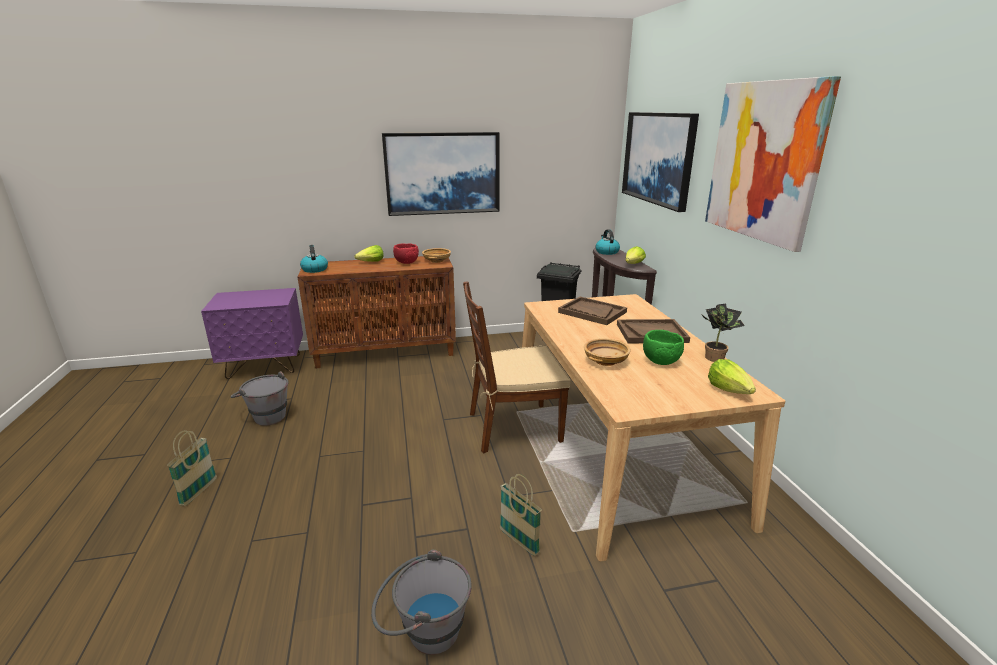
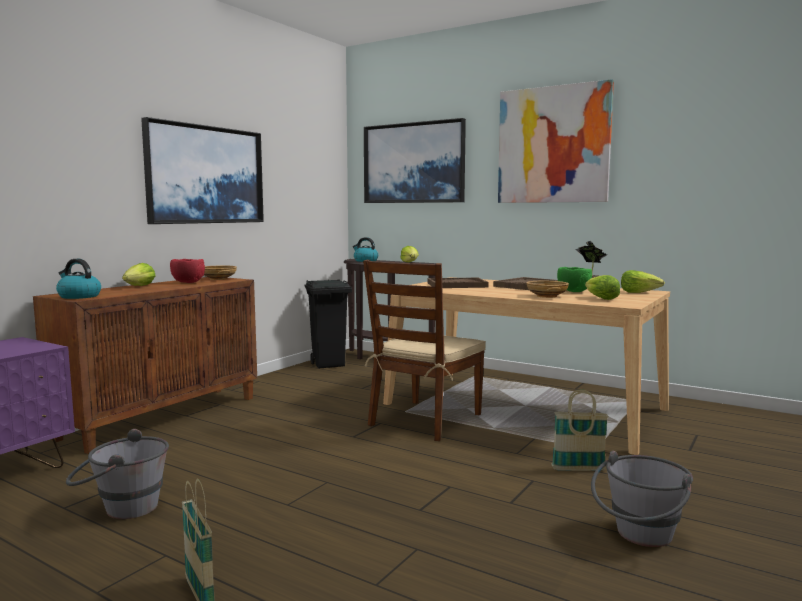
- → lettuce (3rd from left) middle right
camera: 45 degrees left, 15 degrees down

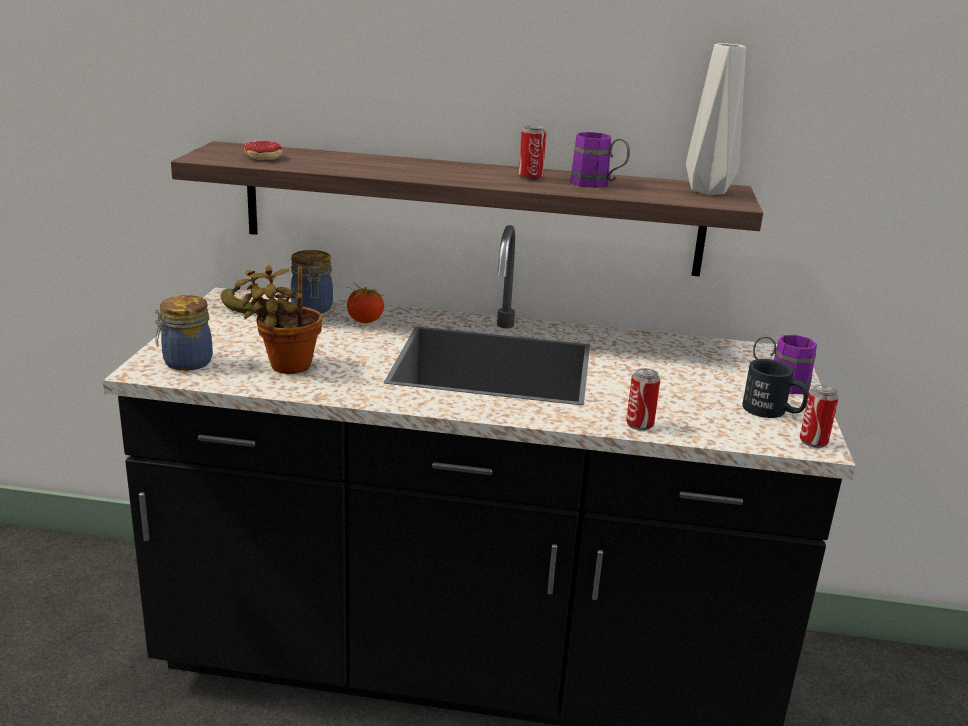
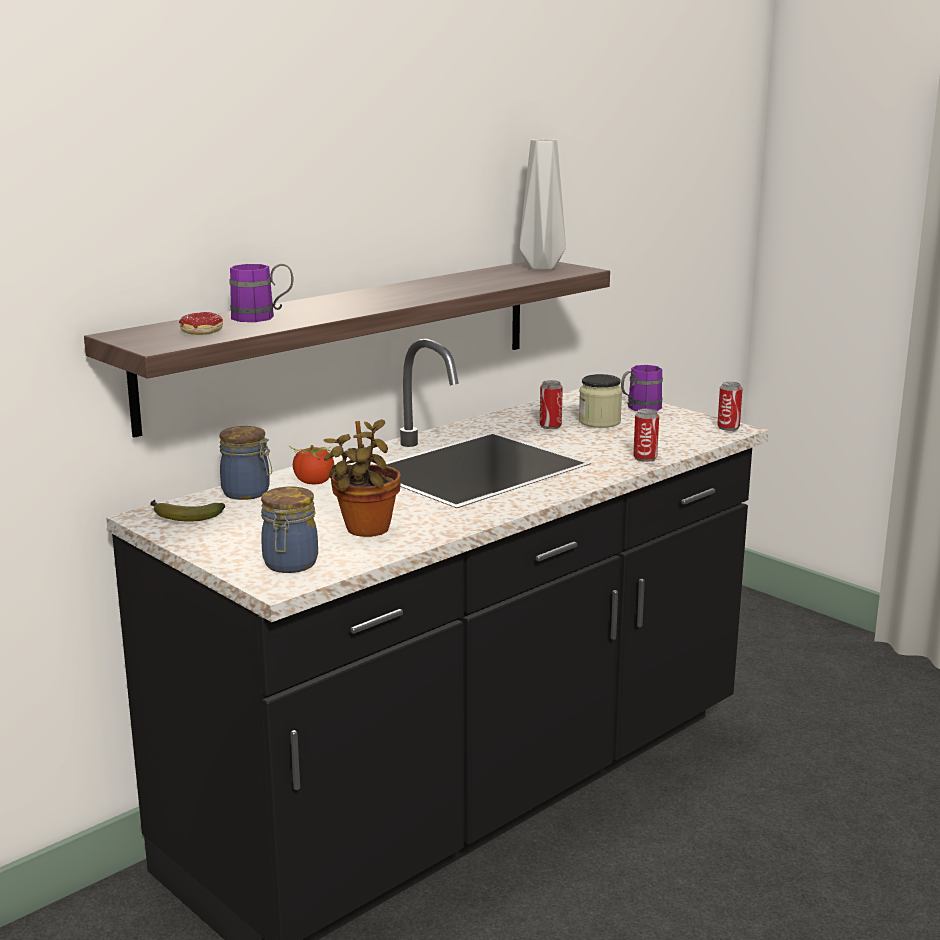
purple_mug (1st from left) top centre → purple_mug (1st from left) top left, move
can (1st from left) top centre → can (1st from left) centre, move
- → jar (3rd from left) centre
black_mug middle right → -
camera: 50 degrees left, 5 degrees down

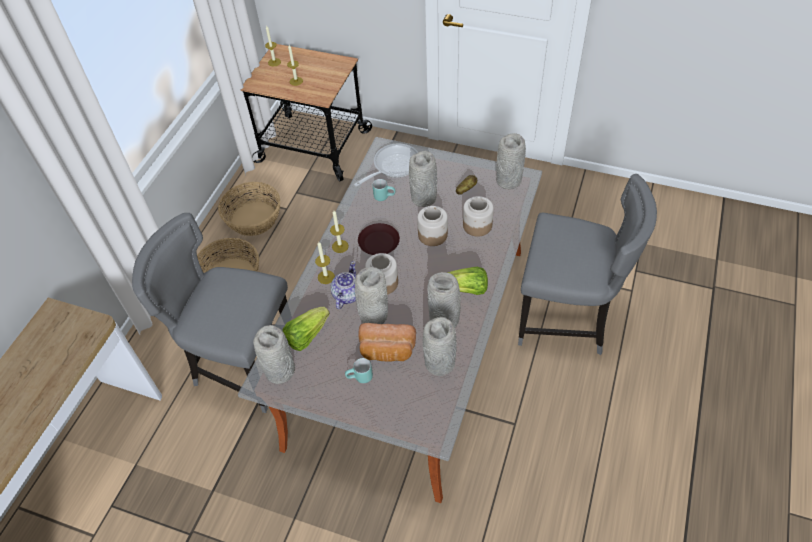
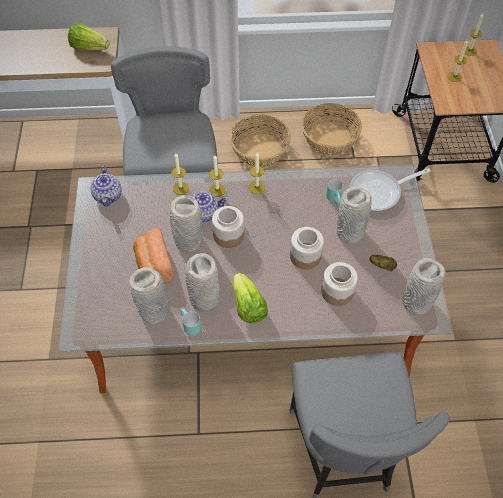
lettuce (1st from left) centre → lettuce (1st from left) top left, move
grey_vase (1st from left) centre → teapot (1st from left) middle left
- → candle (1st from left) centre
turquoise_mug (1st from left) bottom centre → turquoise_mug (1st from left) centre, move
frying_pan top centre → frying_pan middle right, 135 degrees clockwise
brown_plate centre → -
camera: 65 degrees right, 5 degrees up

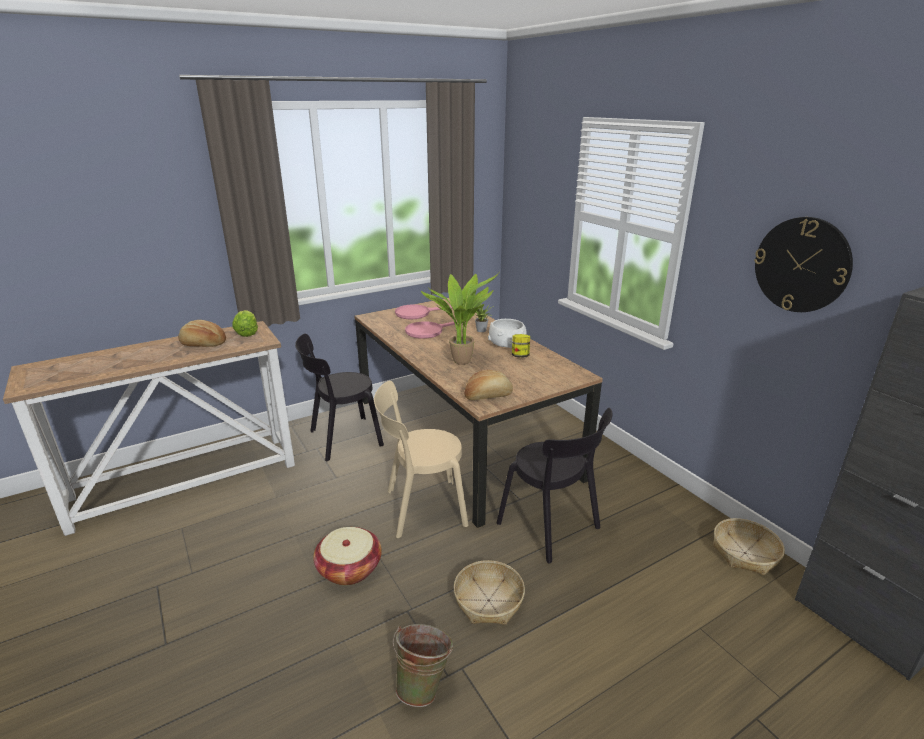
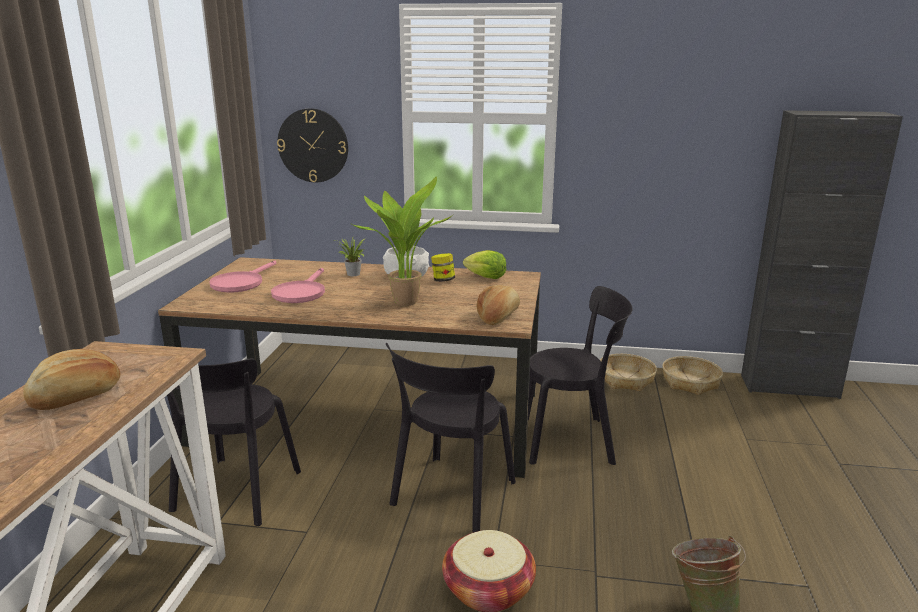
wall_clock middle right → wall_clock top centre, move
beige_chair centre → black_chair (2nd from left) bottom centre
lettuce middle left → lettuce centre, move
basket (2nd from left) bottom centre → basket (2nd from left) middle right, move
camera: 50 degrees left, 5 degrees down

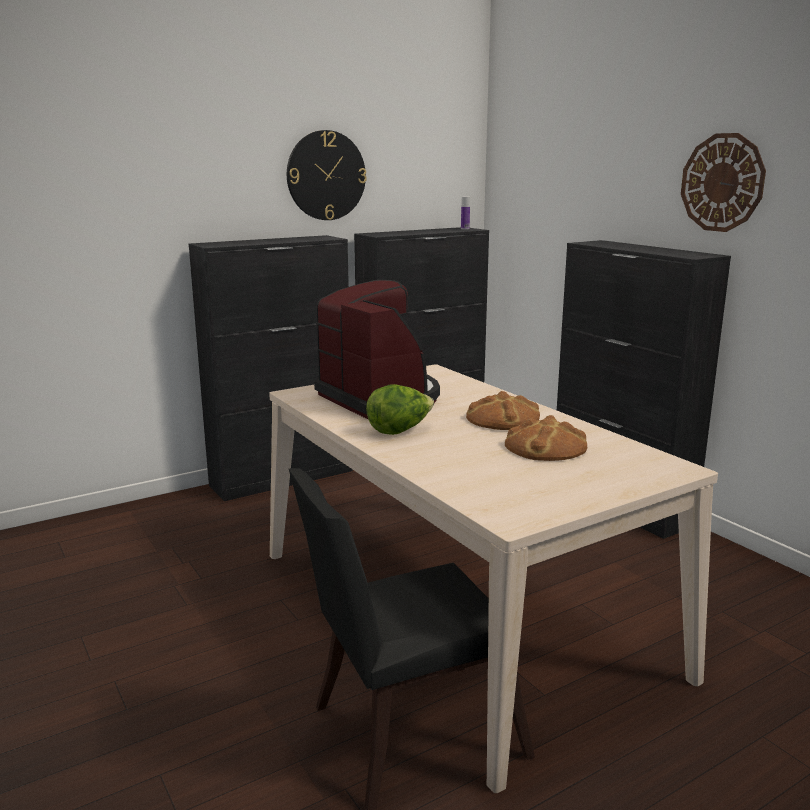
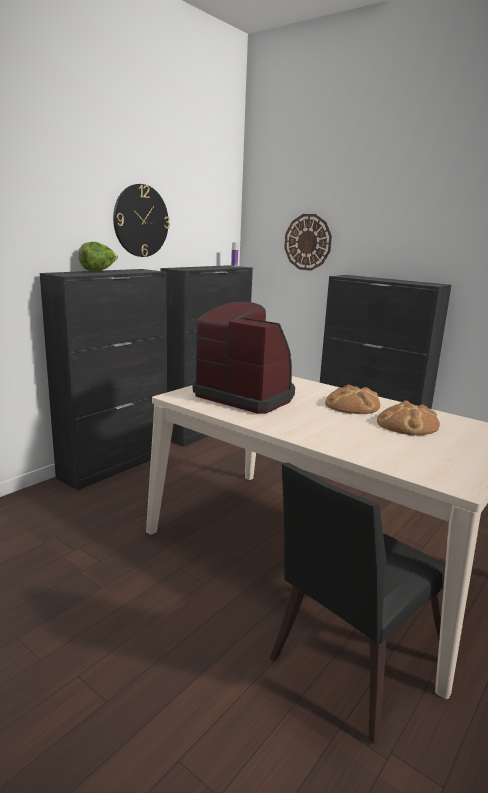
lettuce centre → lettuce top left, move
wall_clock (2nd from left) top right → wall_clock (2nd from left) top centre, move
camera: 20 degrees left, 0 degrees up

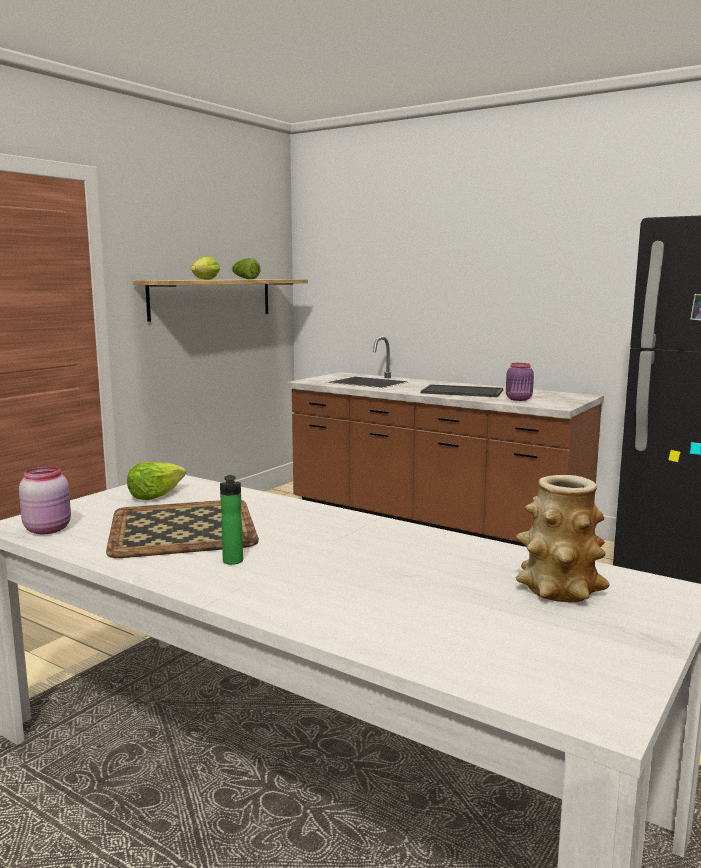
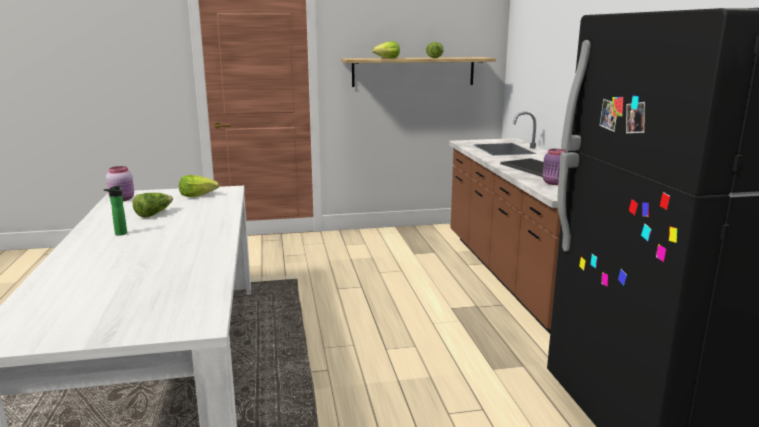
tray (1st from left) middle left → lettuce (1st from left) middle left
vase middle right → -
camera: 45 degrees right, 5 degrees up

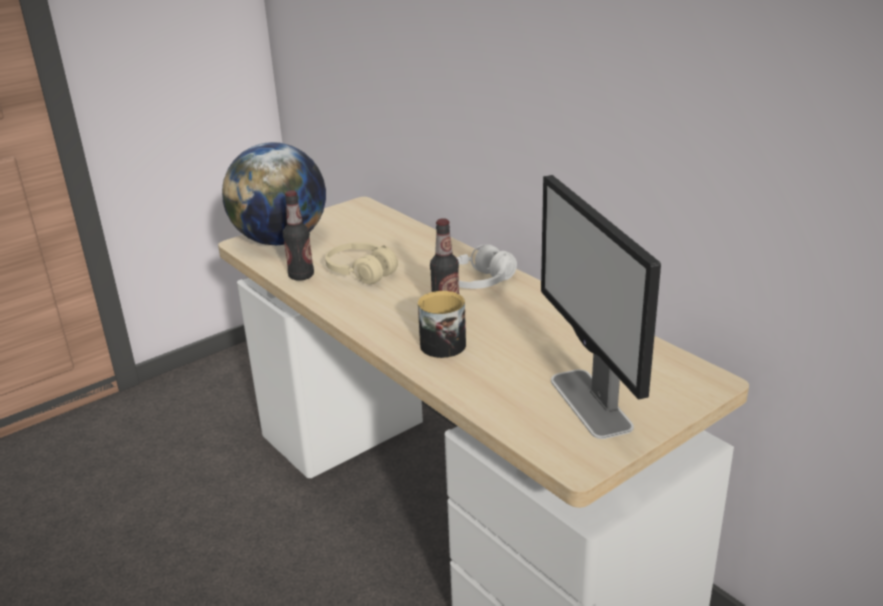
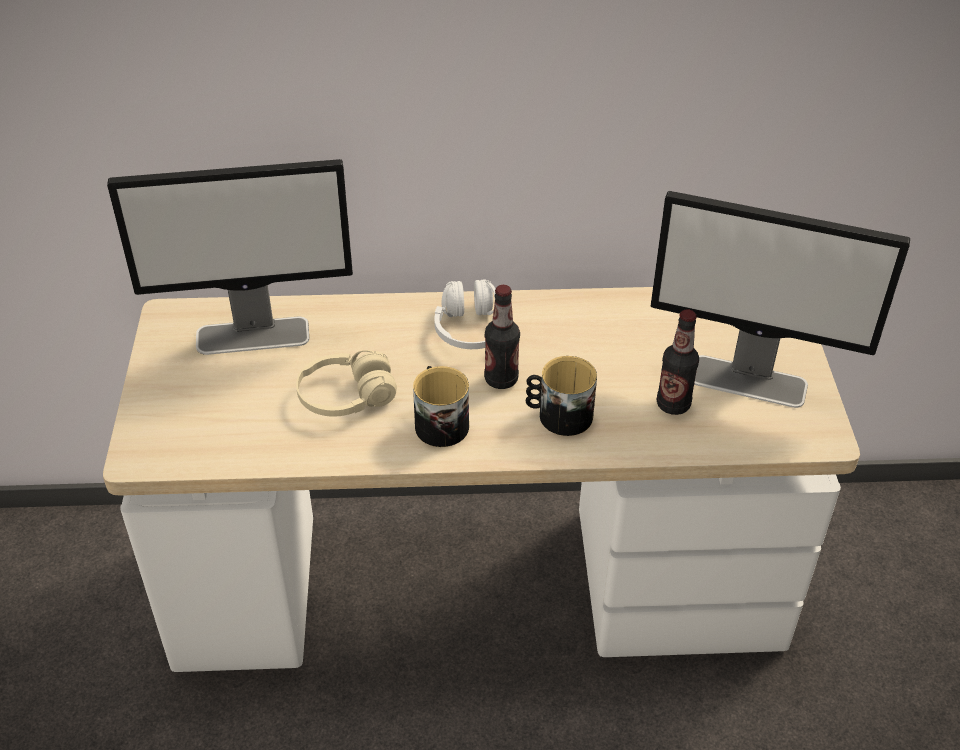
- → monitor (1st from left) middle left
- → mug (1st from left) centre
bottle (1st from left in the first image) centre → bottle (2nd from left) middle right, move
globe top left → -
camera: 55 degrees left, 15 degrees up

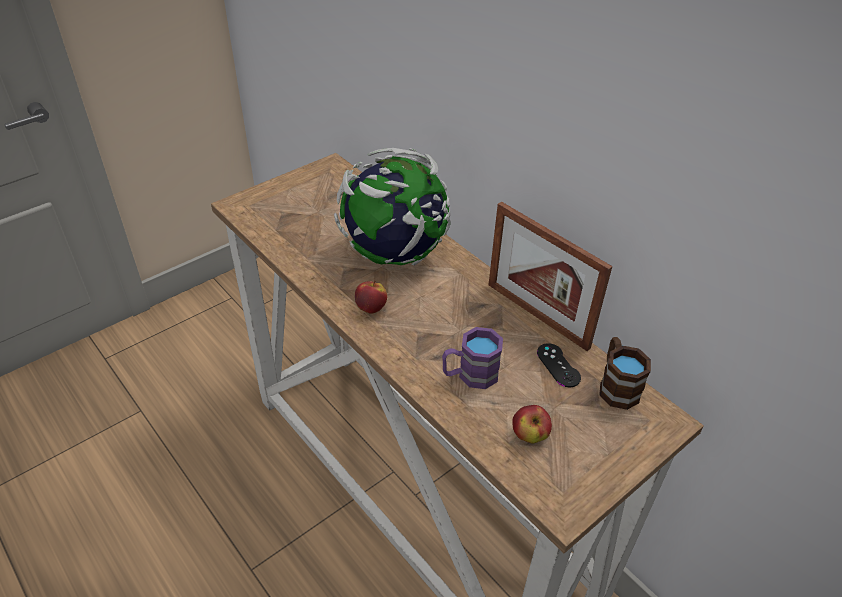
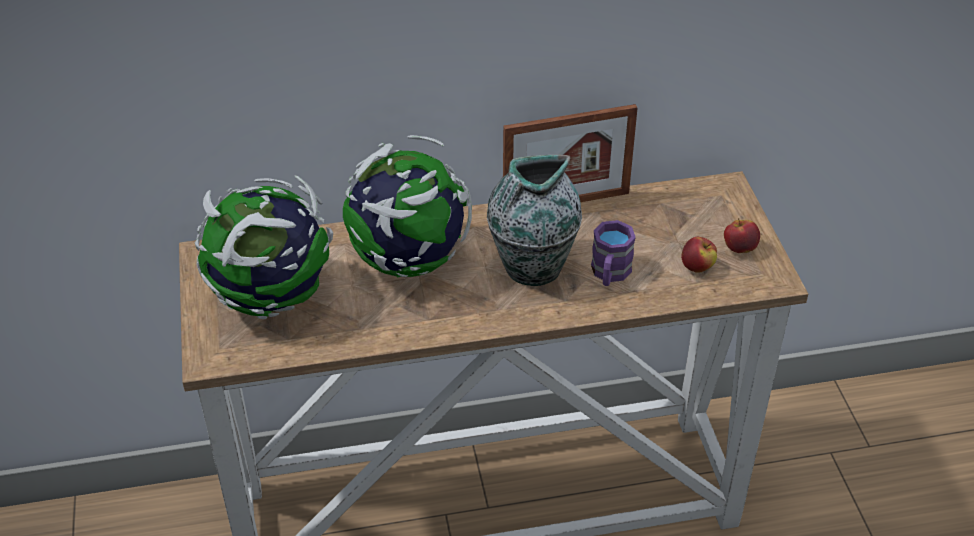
- → globe (1st from left) middle left
- → vase centre
apple (1st from left in the first image) centre → apple (2nd from left) middle right, move
black_game_controller centre → -
brown_mug middle right → -
camera: 60 degrees left, 0 degrees up

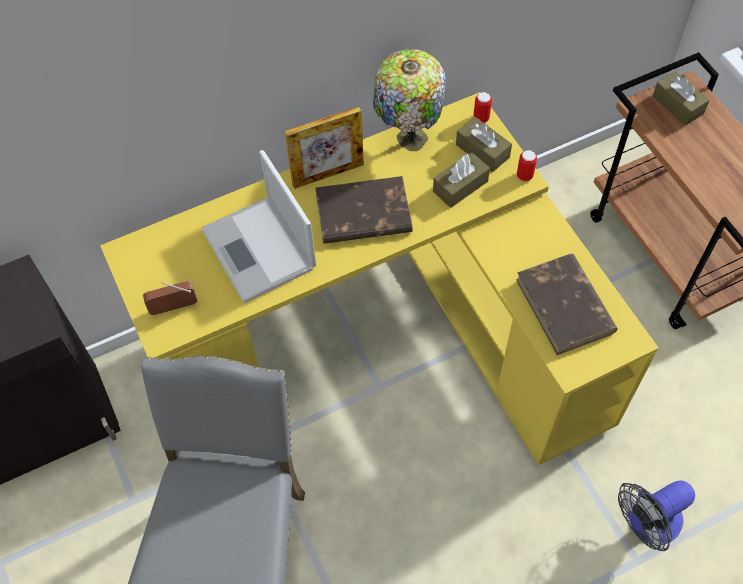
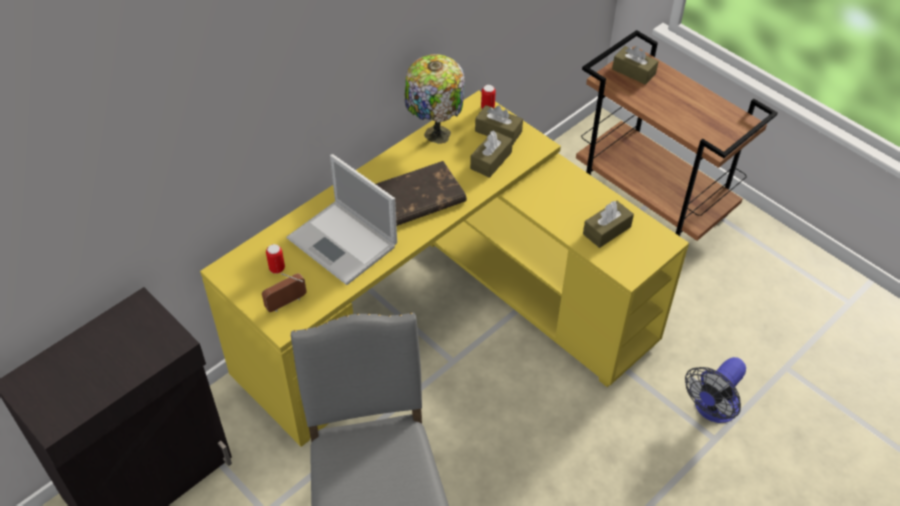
can (2nd from left in the first image) top right → can (1st from left) middle left, move
brown_book (2nd from left) middle right → brown_tissue_box (3rd from left) middle right
picture_frame top centre → -
camera: 20 degrees left, 10 degrees down

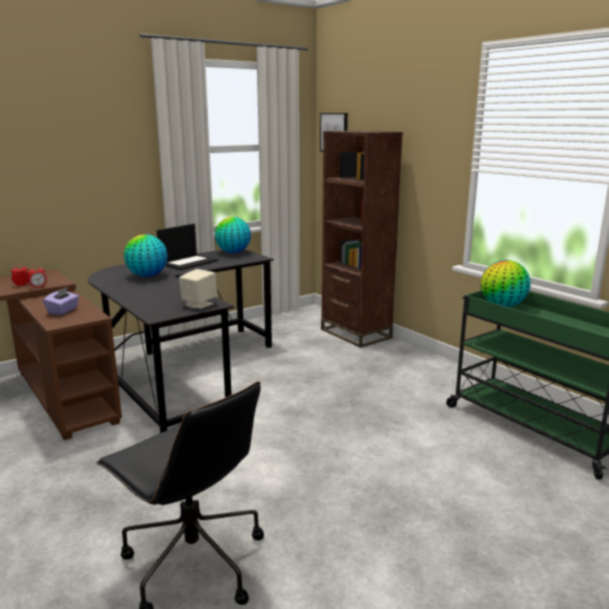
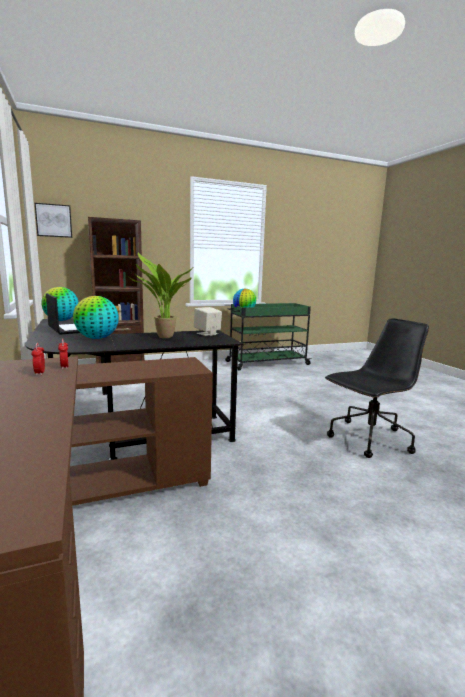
- → potted_plant centre
purple_tissue_box middle left → -
camera: 75 degrees left, 5 degrees down

